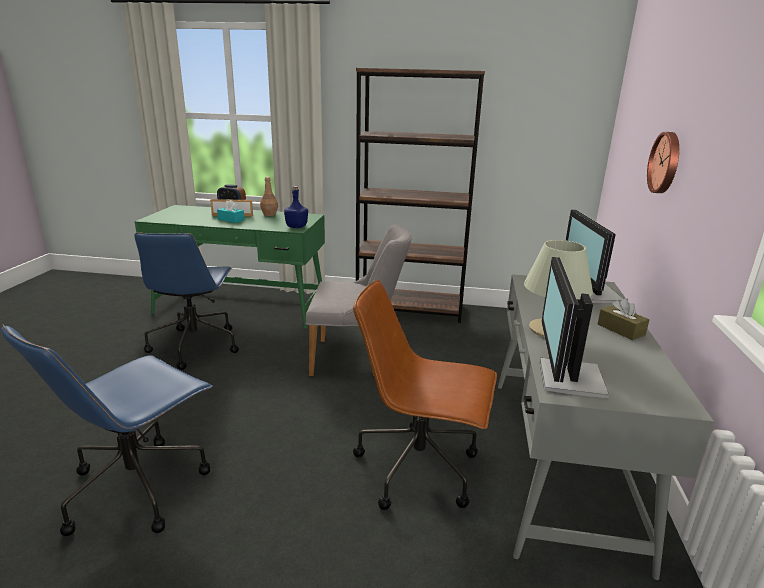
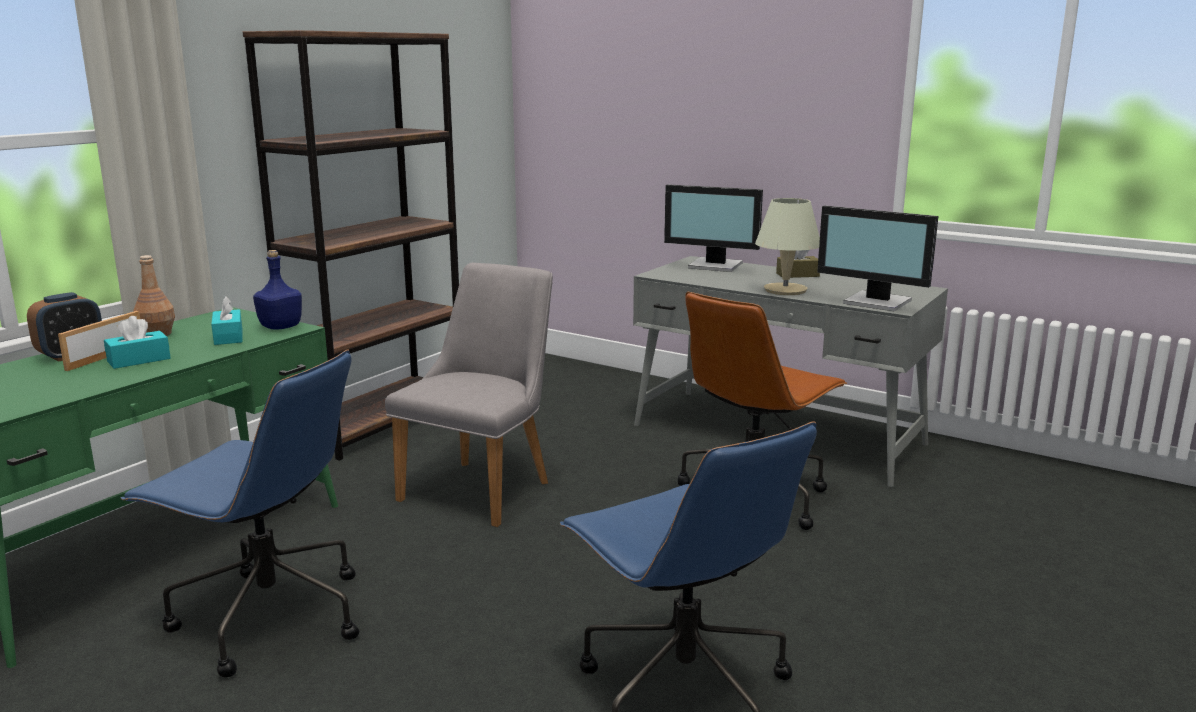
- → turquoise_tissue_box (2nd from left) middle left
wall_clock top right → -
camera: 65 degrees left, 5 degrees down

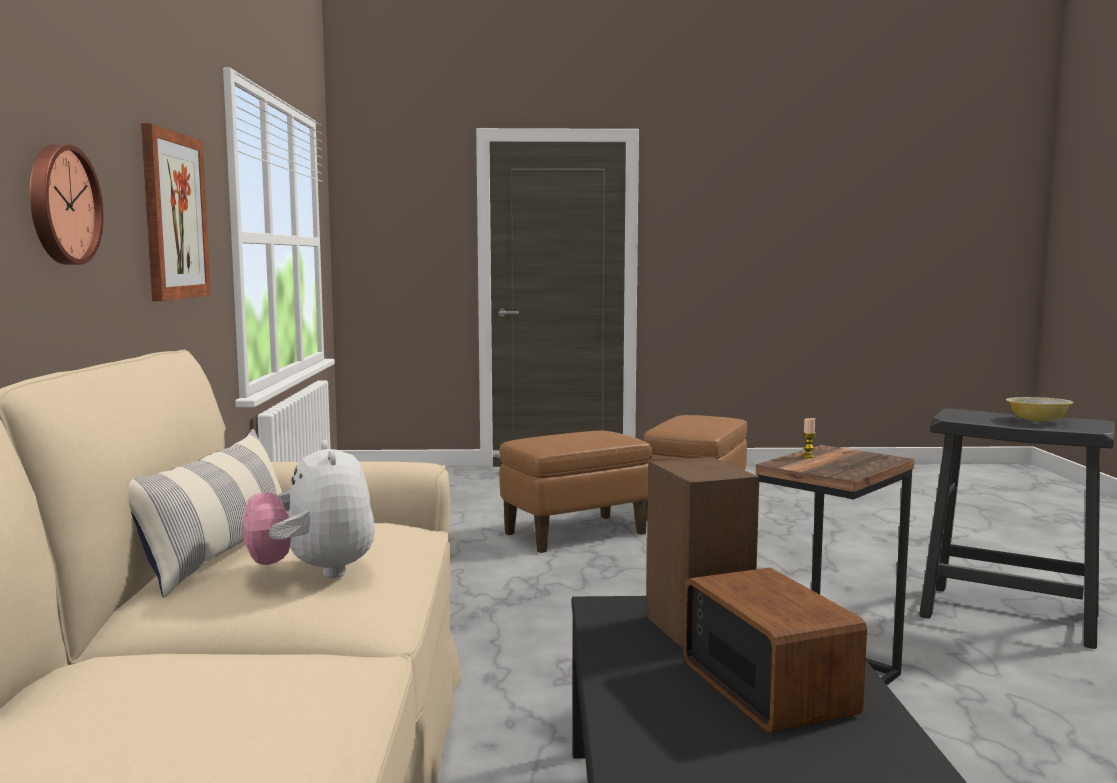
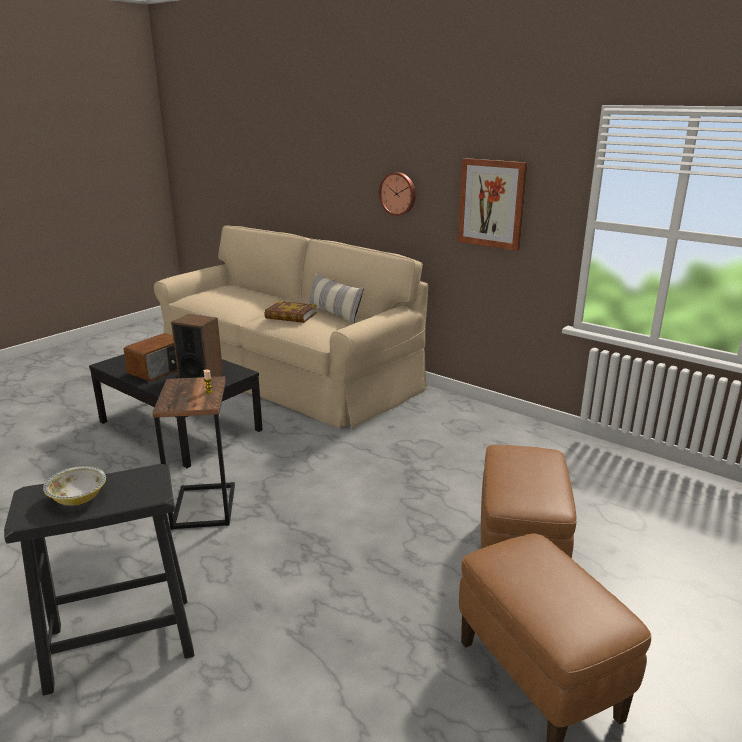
radio bottom right → radio middle left, 75 degrees counterclockwise
plush_toy middle left → book centre
camera: 130 degrees right, 15 degrees up

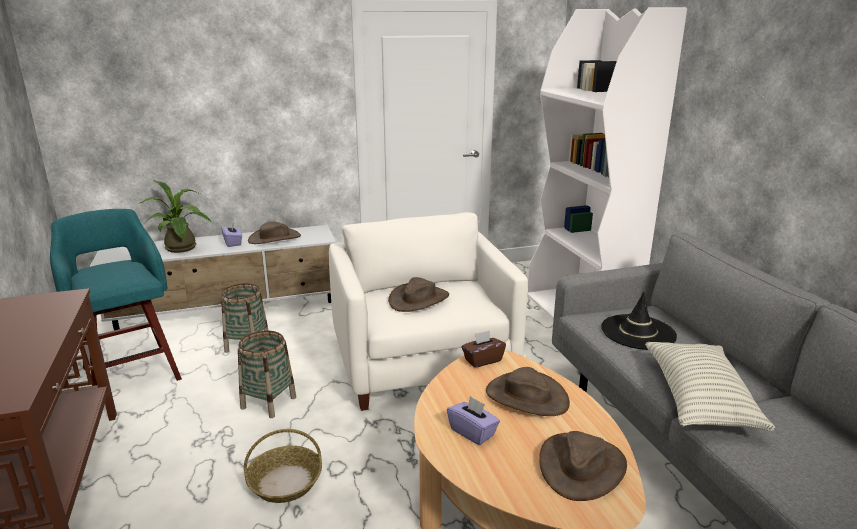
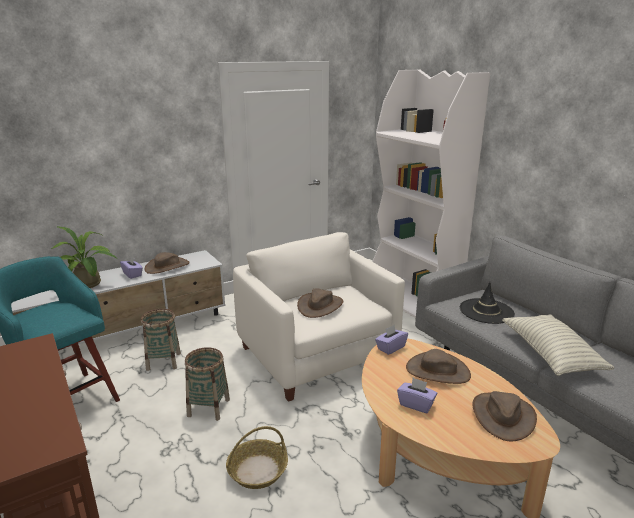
brown_tissue_box centre → purple_tissue_box (2nd from left) centre
camera: 15 degrees left, 0 degrees up

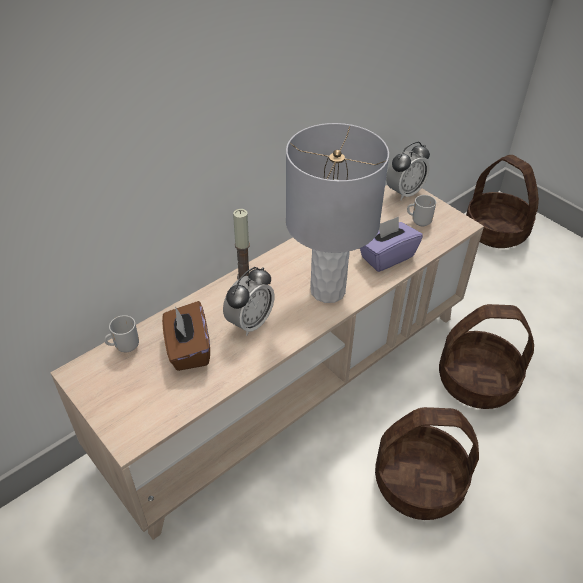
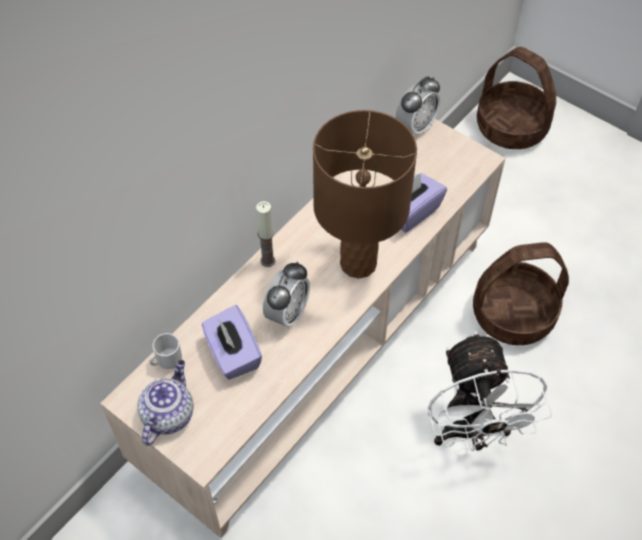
- → teapot bottom left
brown_tissue_box middle left → purple_tissue_box (1st from left) centre
grey_table_lamp centre → brown_table_lamp centre
basket (1st from left) bottom right → white_fan bottom right
mug (2nd from left) middle right → -
camera: 10 degrees left, 10 degrees up

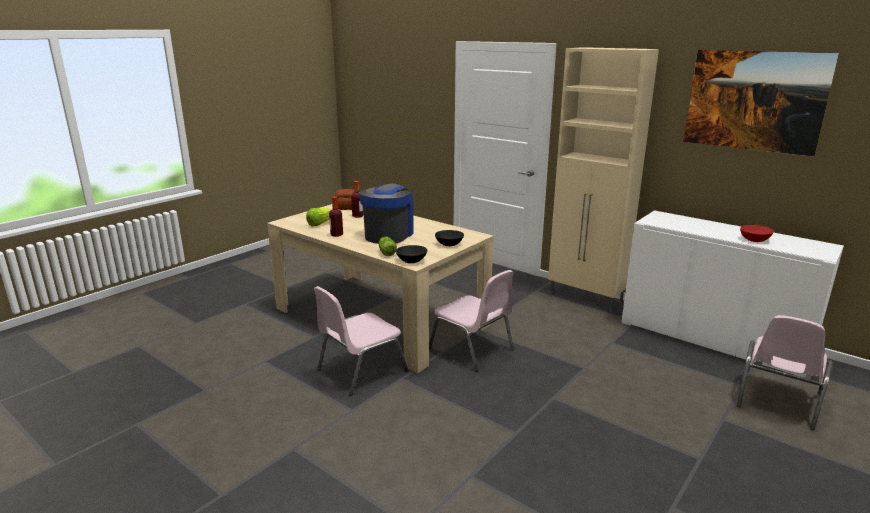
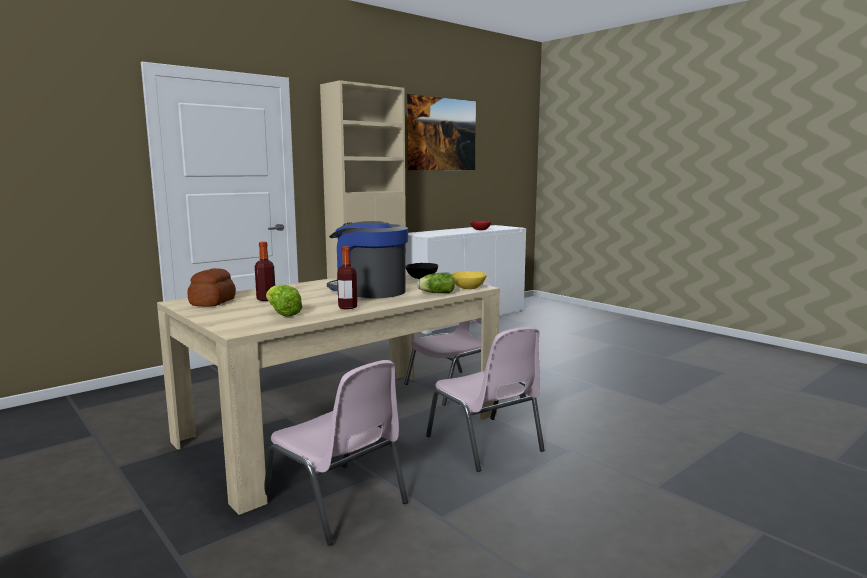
pink_chair (3rd from left in the first image) bottom right → pink_chair (1st from left) bottom centre, move
black_bowl (1st from left) centre → yellow_bowl centre
camera: 80 degrees left, 10 degrees down

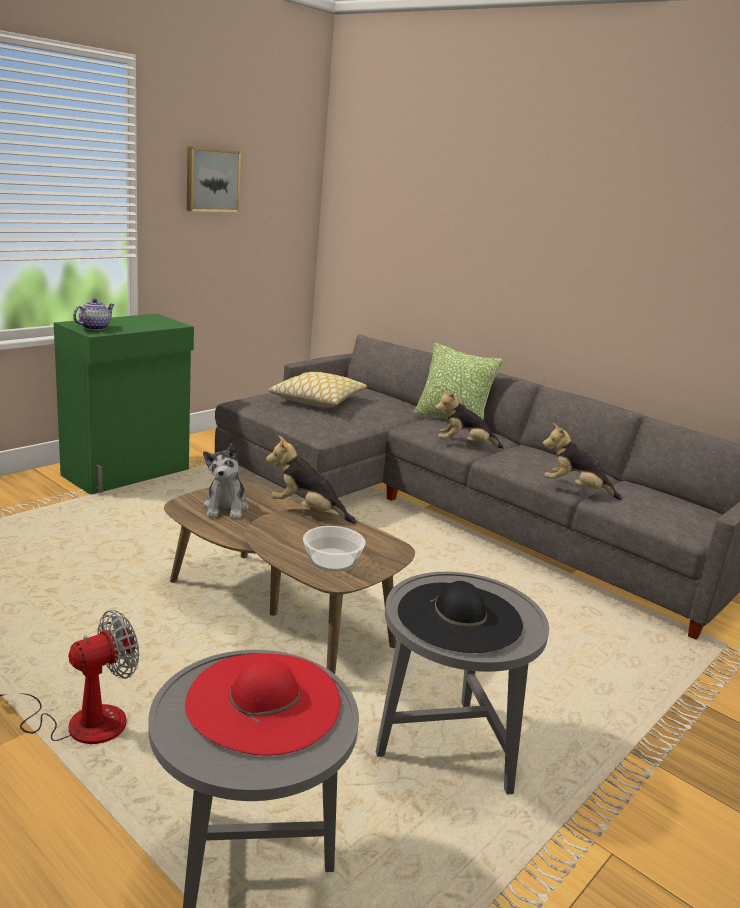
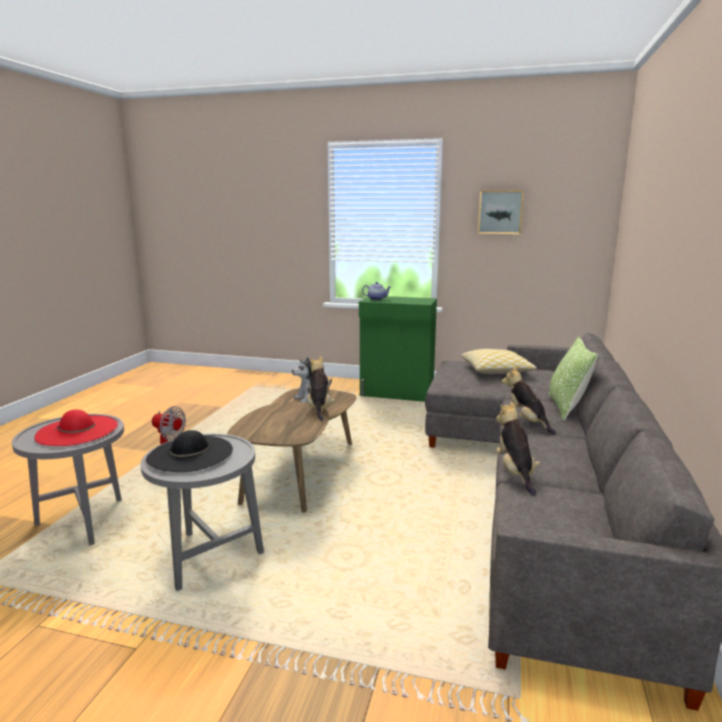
bowl centre → -
camera: 65 degrees right, 5 degrees down

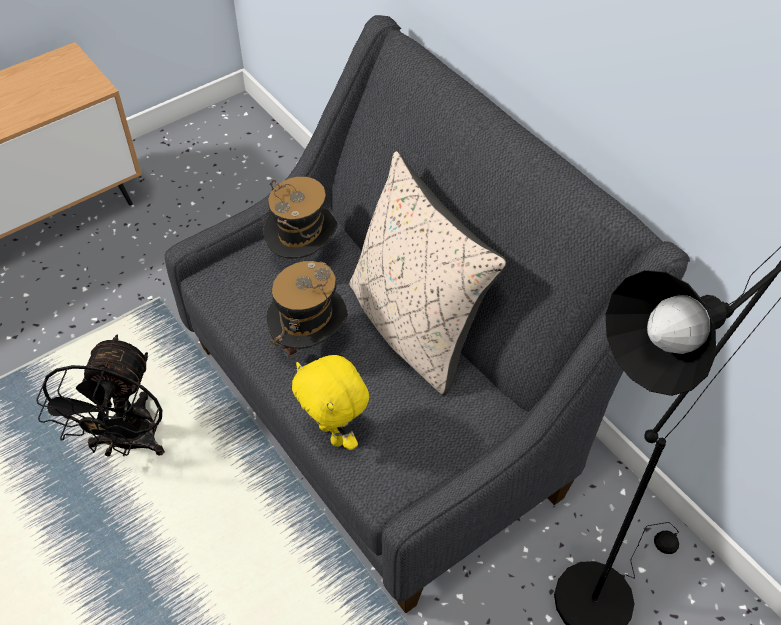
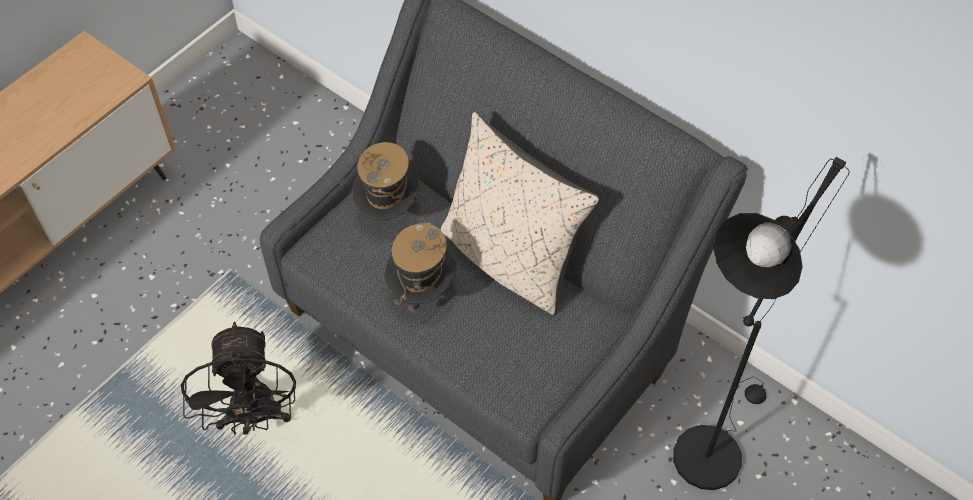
yellow_plush_toy centre → -
camera: 15 degrees left, 5 degrees up

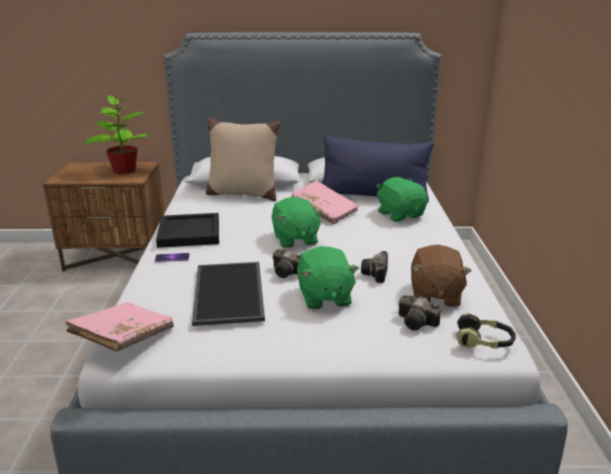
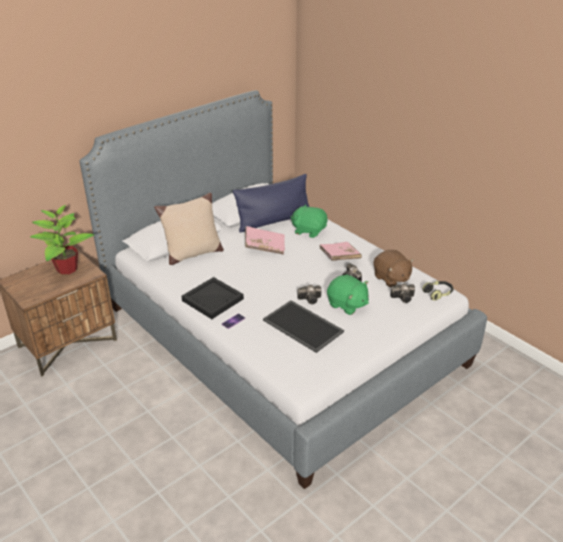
pink_book (1st from left in the first image) bottom left → pink_book (2nd from left) centre, move
green_plush_toy (1st from left) centre → -
camera: 40 degrees left, 10 degrees up

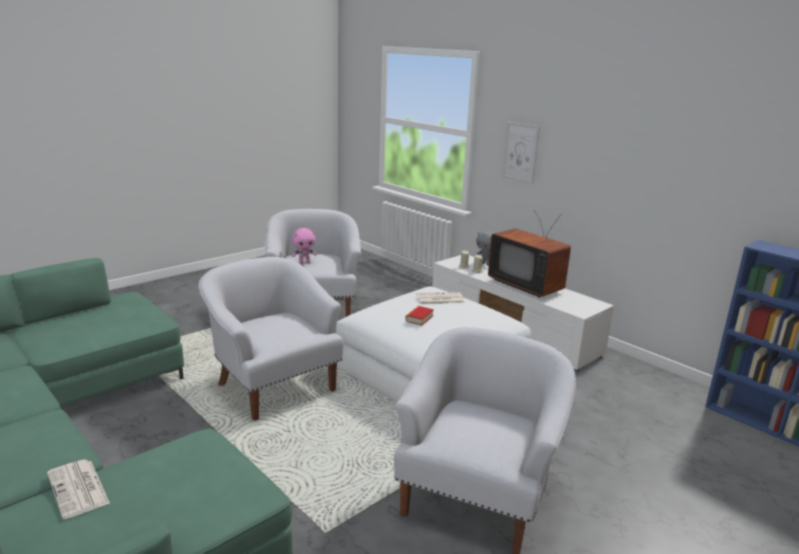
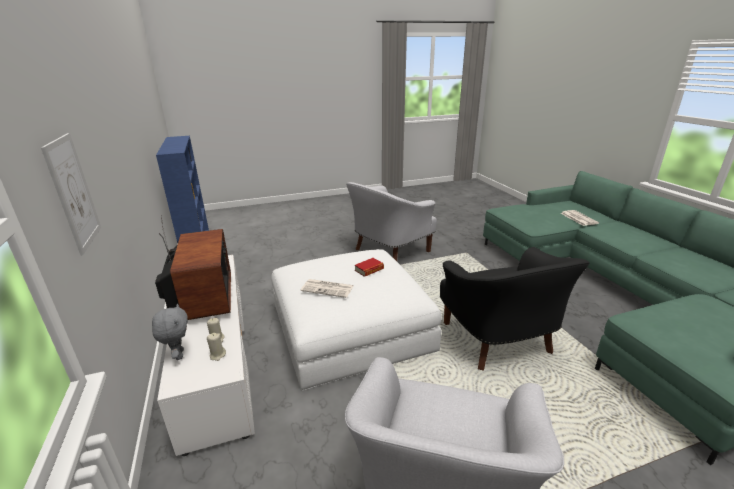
white_armchair (1st from left) centre → black_armchair middle right
pink_plush_toy centre → -
camera: 155 degrees left, 5 degrees up

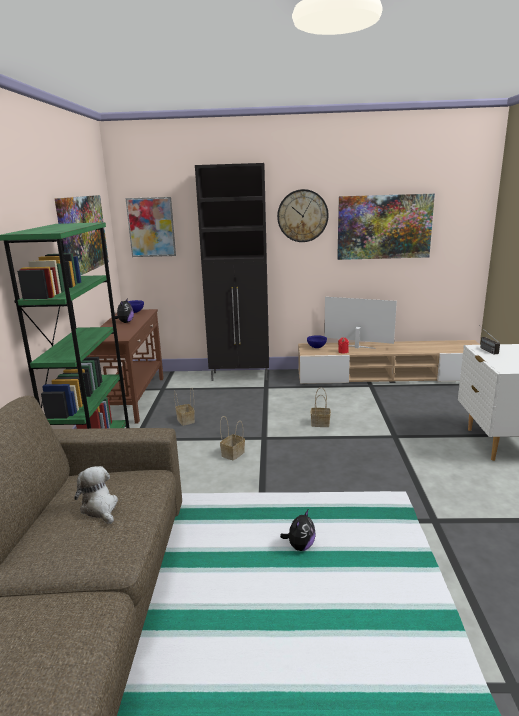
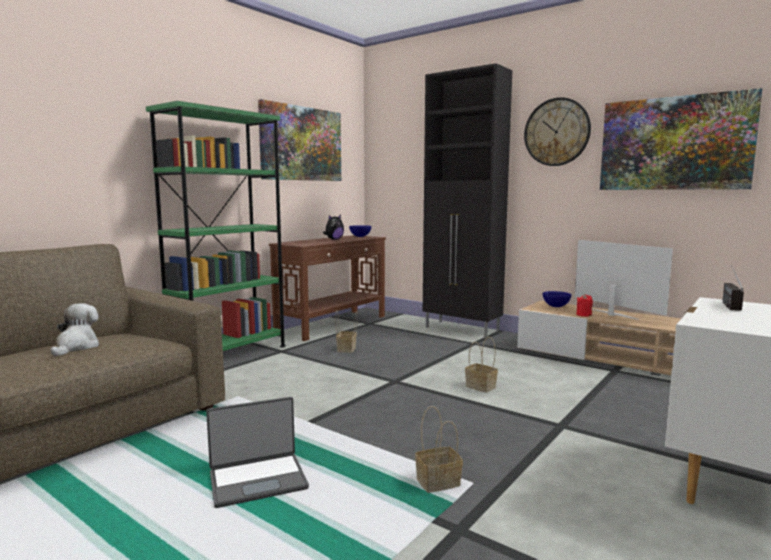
plush_toy (3rd from left) bottom centre → laptop bottom centre
basket (2nd from left) centre → basket (2nd from left) bottom centre, move
picture (2nd from left) top left → -
camera: 35 degrees right, 10 degrees down

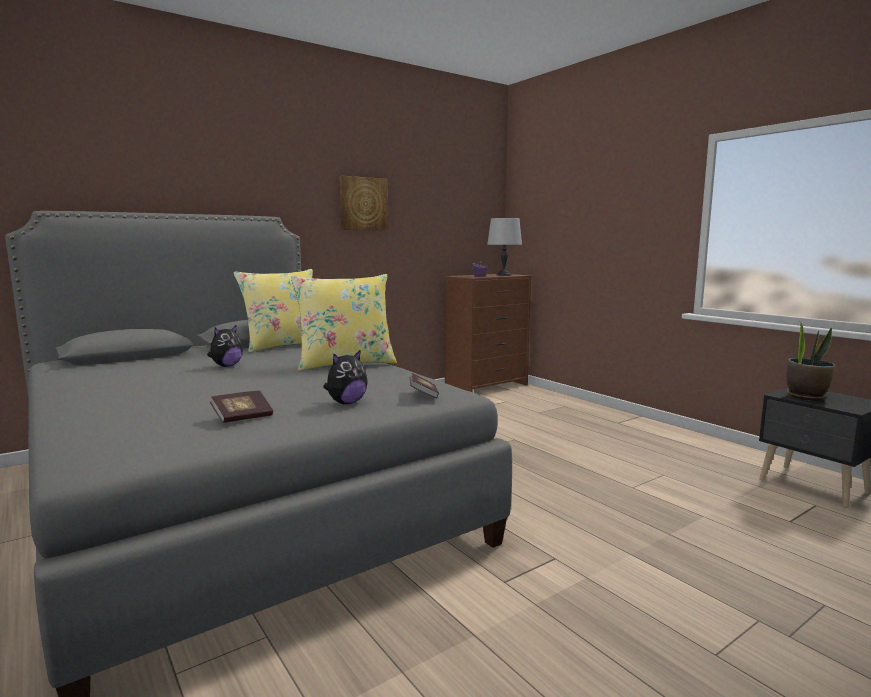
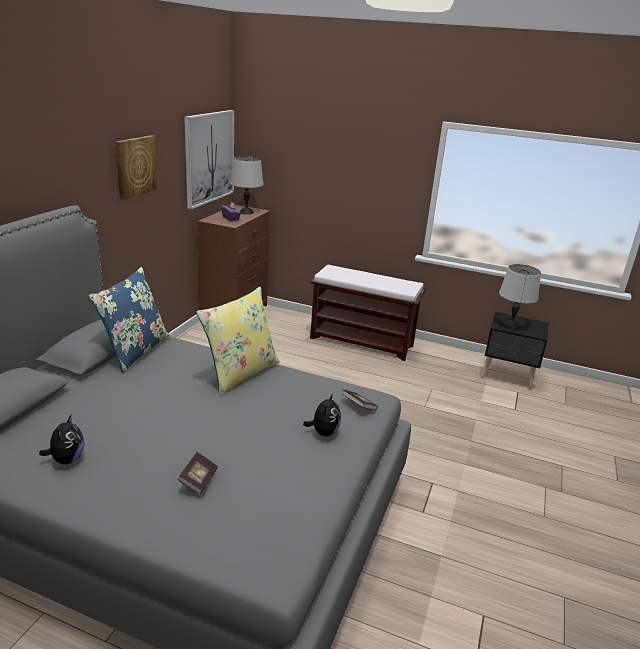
plush_toy (1st from left) middle left → plush_toy (1st from left) bottom left, move
yellow_pillow (1st from left) middle left → blue_pillow middle left
book (1st from left) middle left → book (1st from left) bottom left, move
- → picture (2nd from left) top left
- → brown_bench centre
potted_plant middle right → grey_table_lamp (2nd from left) middle right
camera: 35 degrees left, 15 degrees up

